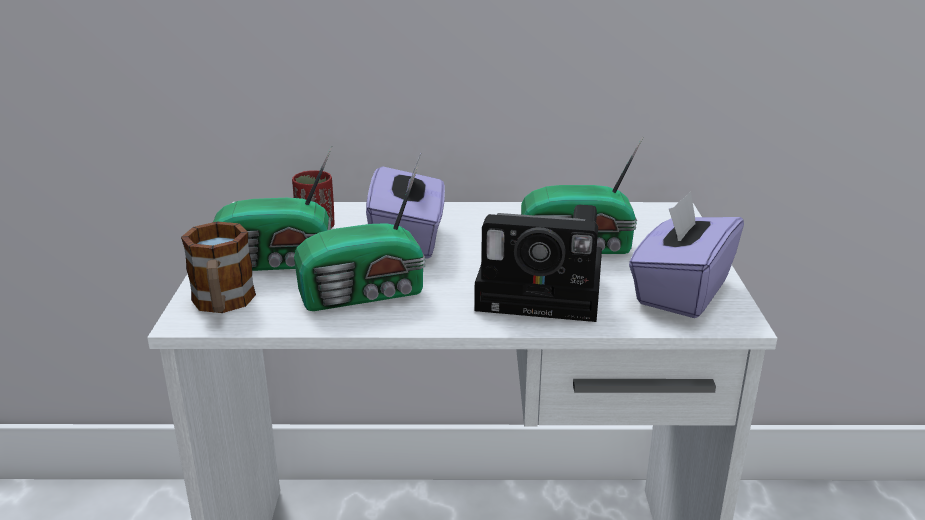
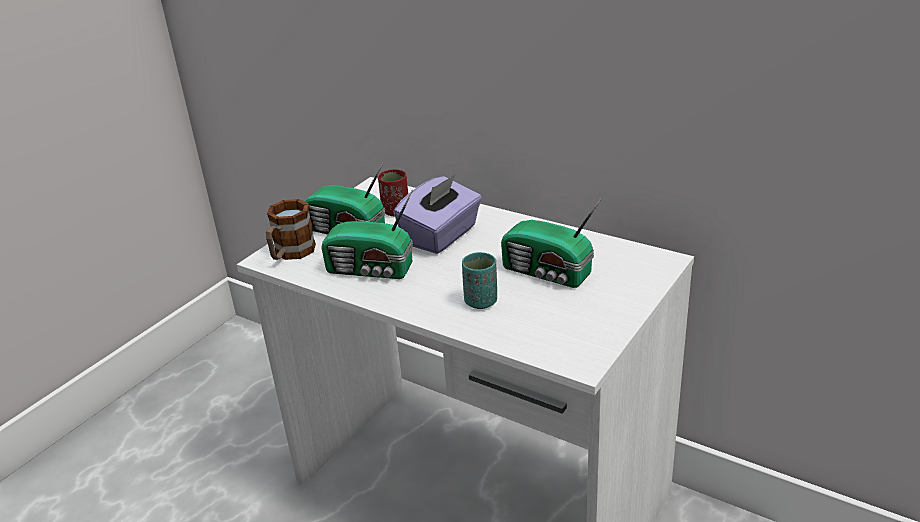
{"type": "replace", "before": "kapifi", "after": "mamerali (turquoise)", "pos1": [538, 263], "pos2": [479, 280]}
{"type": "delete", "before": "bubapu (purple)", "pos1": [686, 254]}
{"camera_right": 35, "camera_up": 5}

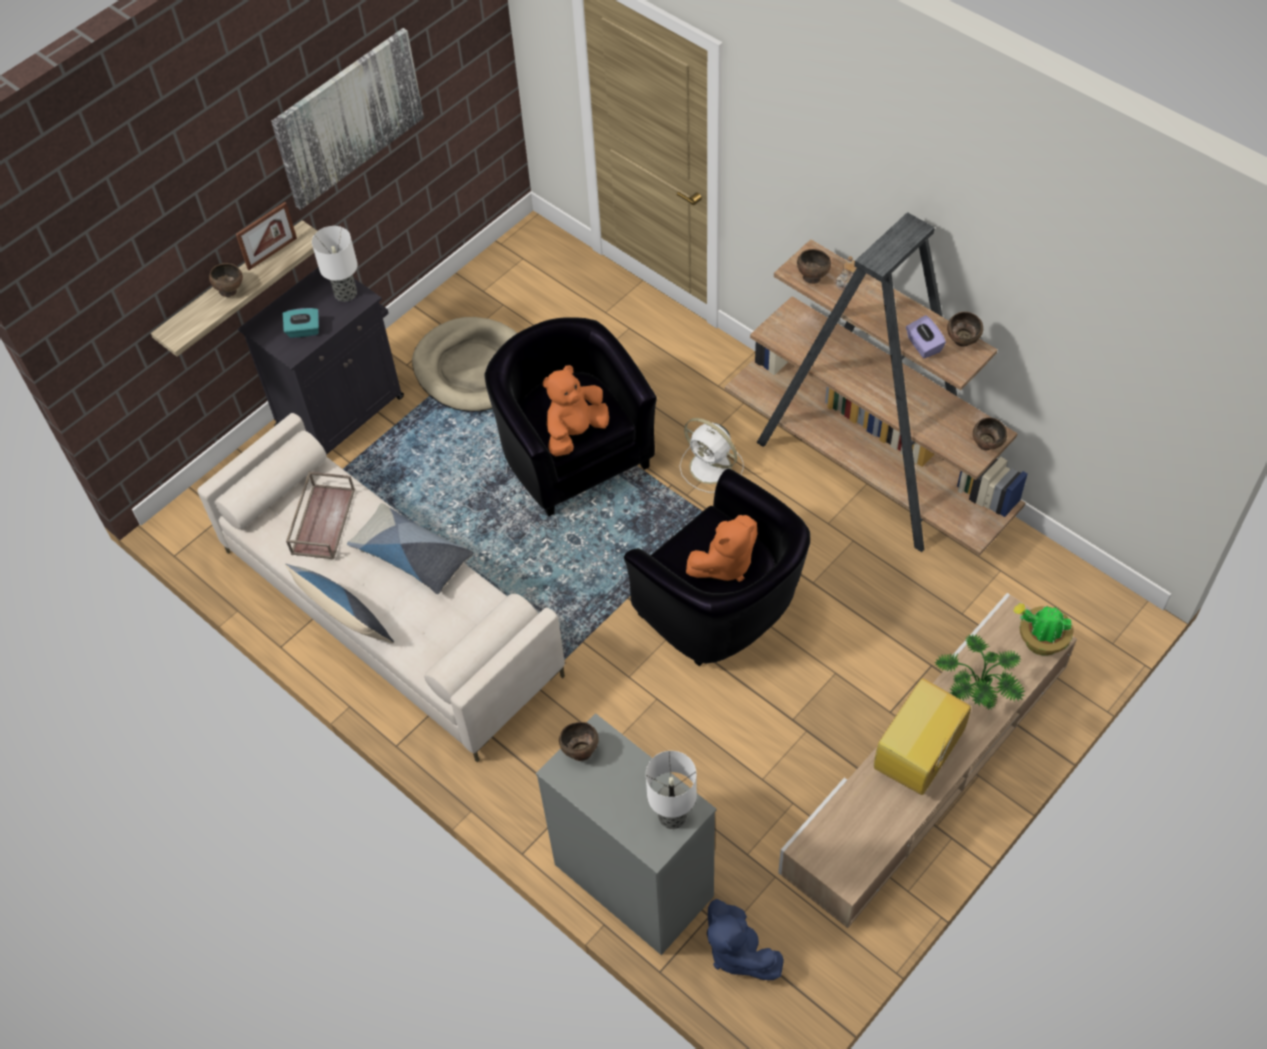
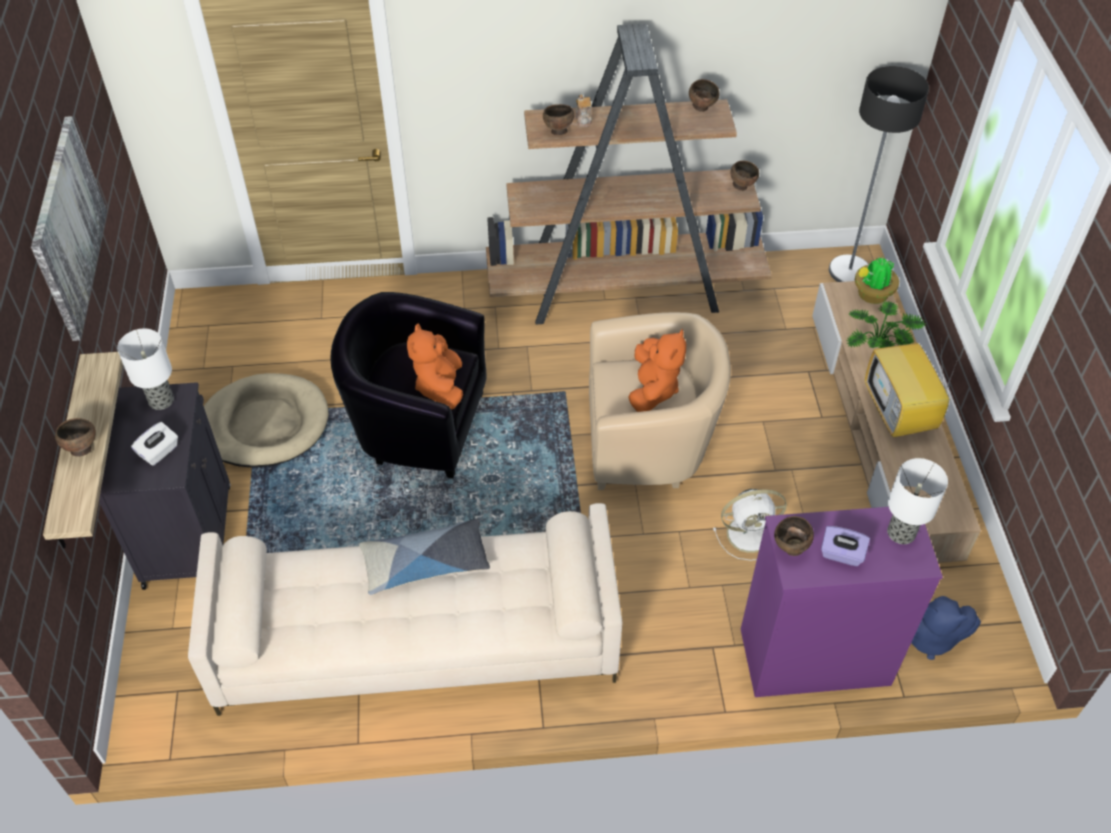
{"type": "recolor", "before": "bubapu (turquoise)", "after": "bubapu (white)", "pos1": [301, 323], "pos2": [154, 444]}
{"type": "recolor", "before": "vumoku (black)", "after": "vumoku (beige)", "pos1": [717, 567], "pos2": [660, 401]}
{"type": "move", "before": "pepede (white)", "pos1": [711, 455], "pos2": [750, 525]}
{"type": "recolor", "before": "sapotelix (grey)", "after": "sapotelix (purple)", "pos1": [626, 834], "pos2": [842, 602]}
{"type": "move", "before": "bubapu (purple)", "pos1": [926, 336], "pos2": [845, 546]}
{"type": "insert", "after": "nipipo", "pos2": [879, 174]}
{"type": "delete", "before": "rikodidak", "pos1": [266, 236]}
{"type": "delete", "before": "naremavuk", "pos1": [339, 603]}
{"type": "delete", "before": "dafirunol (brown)", "pos1": [320, 515]}
{"camera_right": -50, "camera_up": -5}

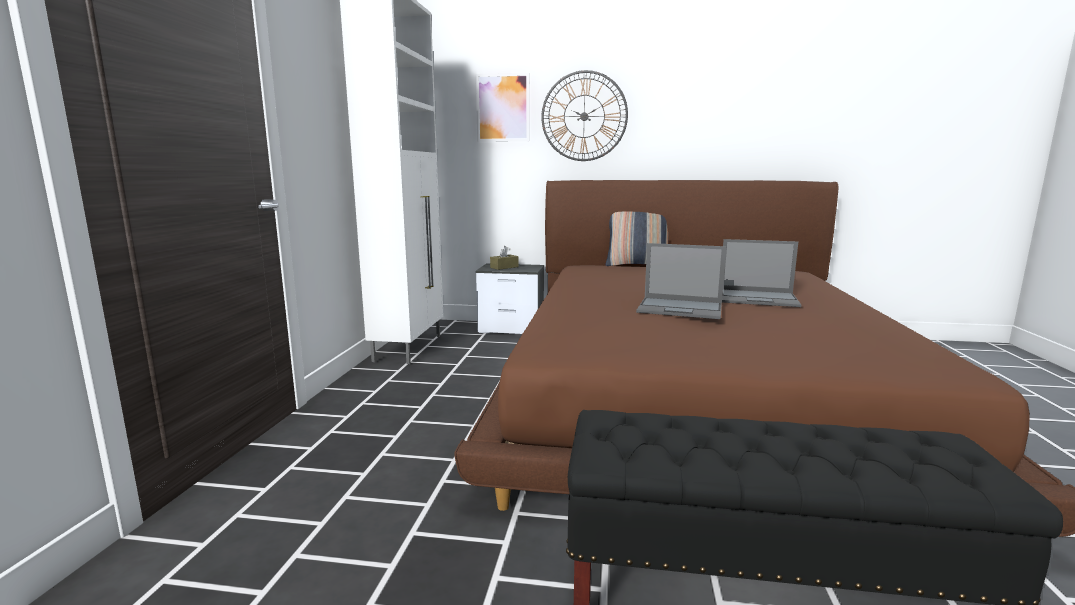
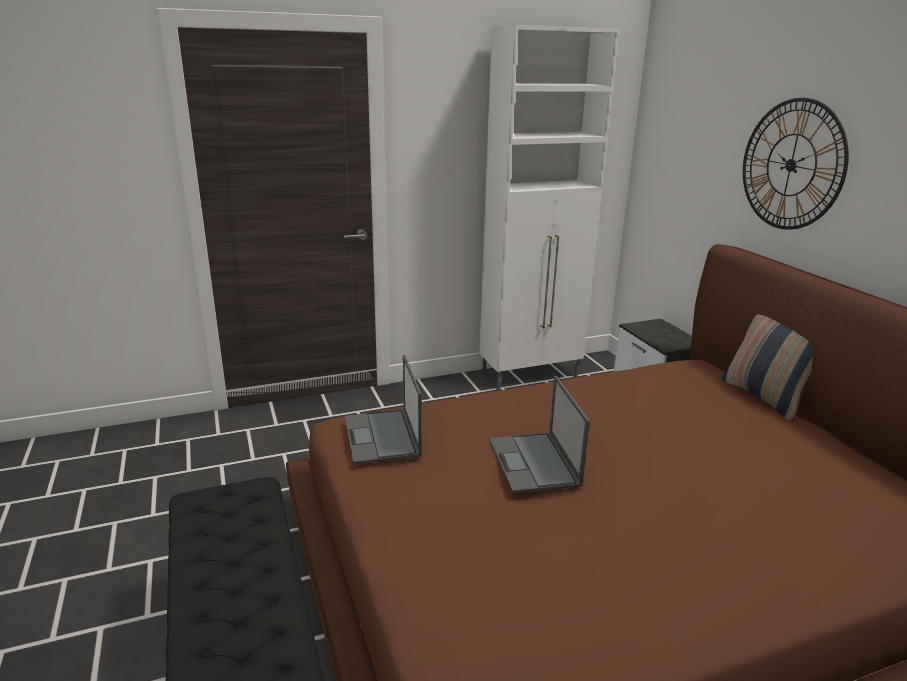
{"type": "move", "before": "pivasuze", "pos1": [761, 273], "pos2": [383, 409]}
{"type": "delete", "before": "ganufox", "pos1": [503, 107]}
{"type": "delete", "before": "bubapu (brown)", "pos1": [504, 258]}
{"camera_right": 60, "camera_up": 10}

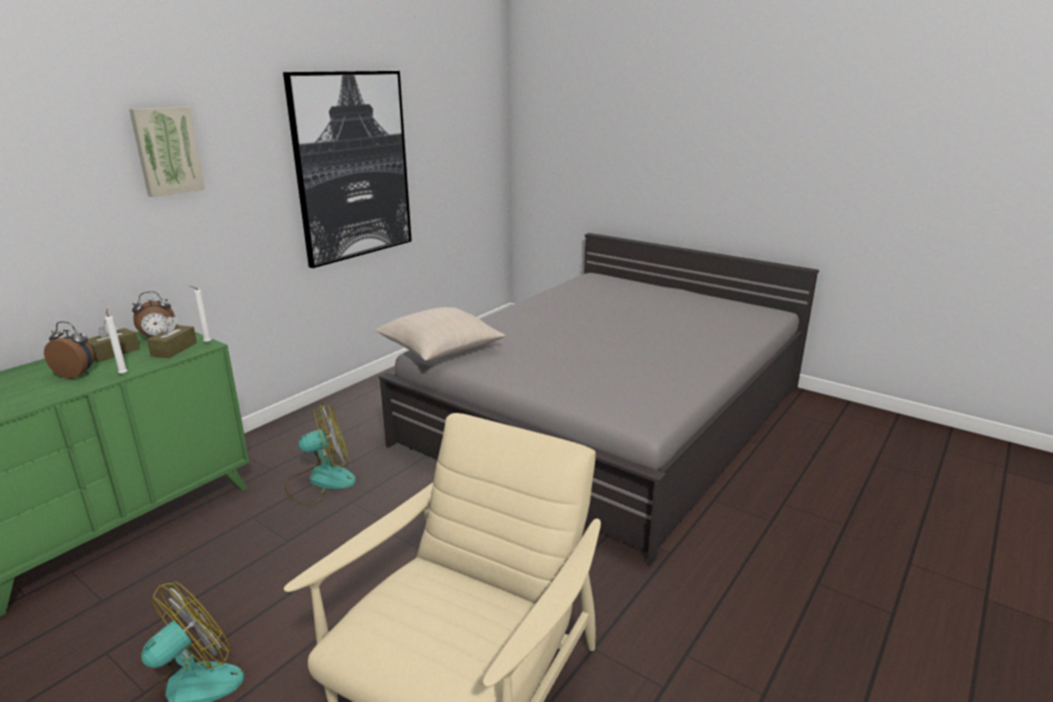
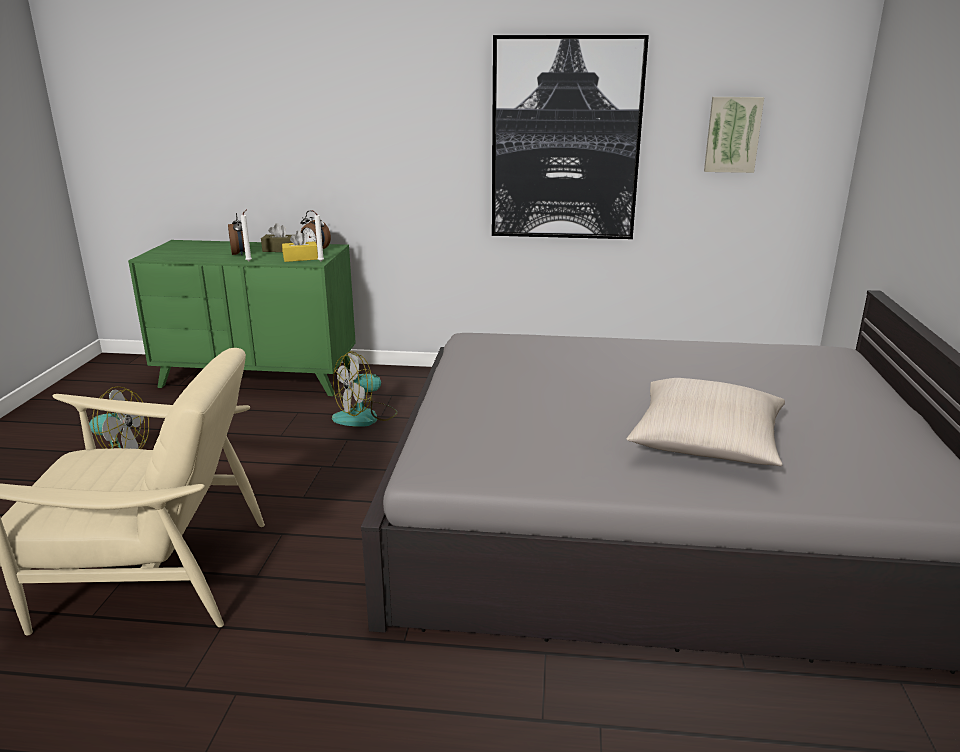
{"type": "recolor", "before": "bubapu (brown)", "after": "bubapu (yellow)", "pos1": [172, 337], "pos2": [300, 246]}
{"type": "rotate", "before": "pepede", "pos1": [320, 454], "pos2": [365, 389], "turn": 105}
{"type": "move", "before": "naremavuk (beige)", "pos1": [440, 334], "pos2": [705, 422]}
{"type": "move", "before": "ganufox", "pos1": [167, 152], "pos2": [734, 135]}
{"camera_right": 60, "camera_up": 0}

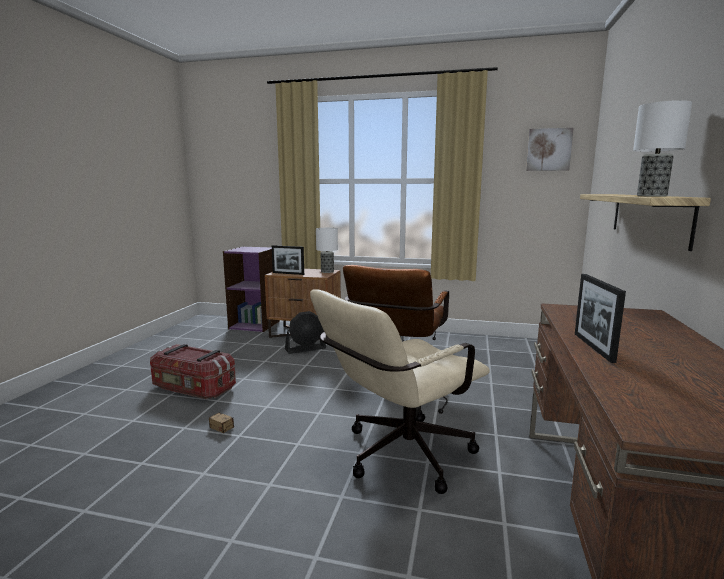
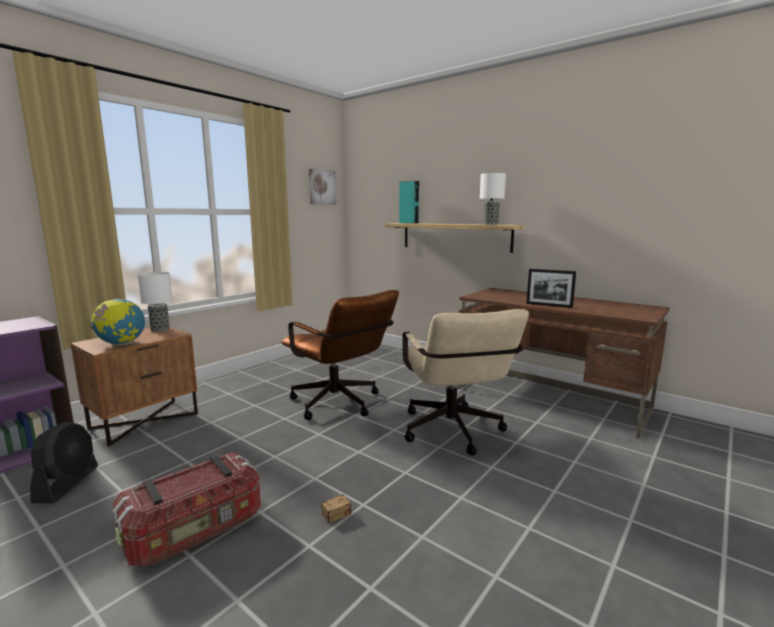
{"type": "move", "before": "pepede (black)", "pos1": [305, 332], "pos2": [64, 462]}
{"type": "replace", "before": "rikodidak", "after": "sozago", "pos1": [288, 260], "pos2": [117, 321]}
{"type": "insert", "after": "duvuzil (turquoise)", "pos2": [409, 202]}
{"camera_right": -65, "camera_up": 0}

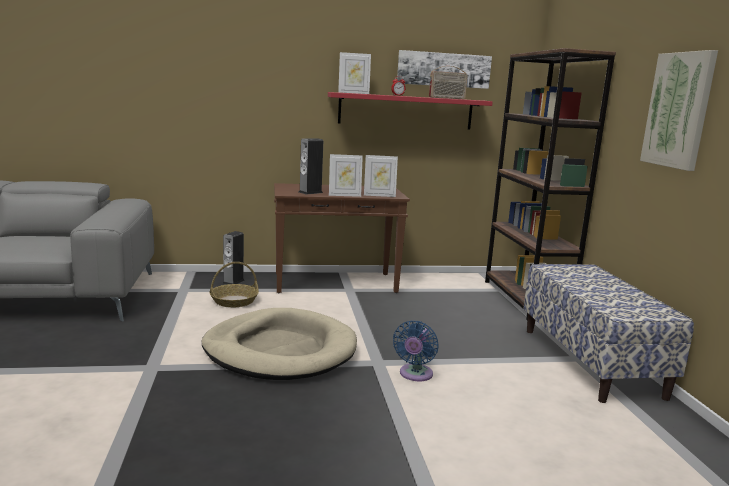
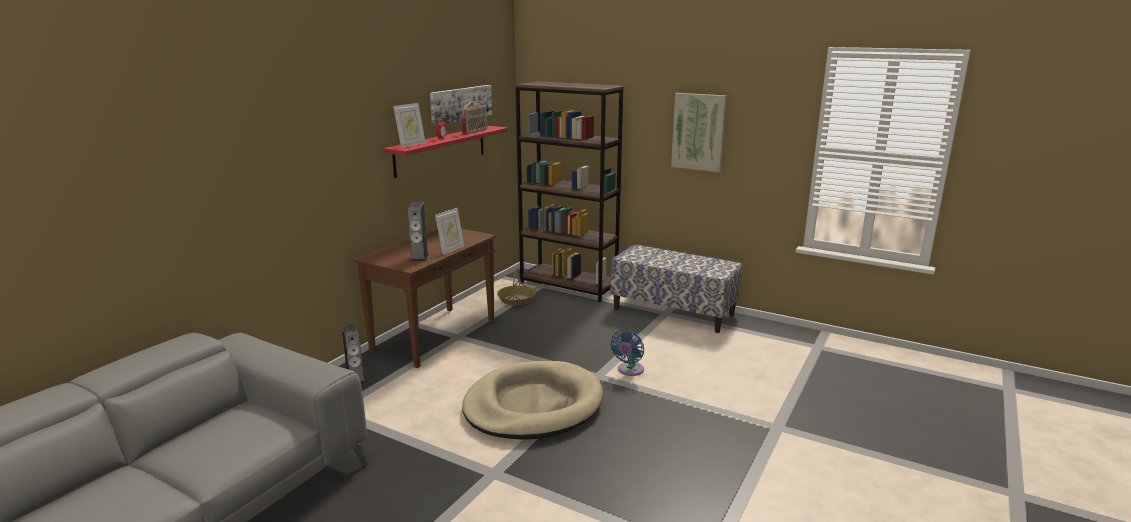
{"type": "move", "before": "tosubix", "pos1": [234, 284], "pos2": [516, 287]}
{"type": "rotate", "before": "pepede (blue)", "pos1": [415, 351], "pos2": [627, 353], "turn": 60}
{"type": "delete", "before": "rikodidak", "pos1": [381, 176]}
{"camera_right": -50, "camera_up": 5}

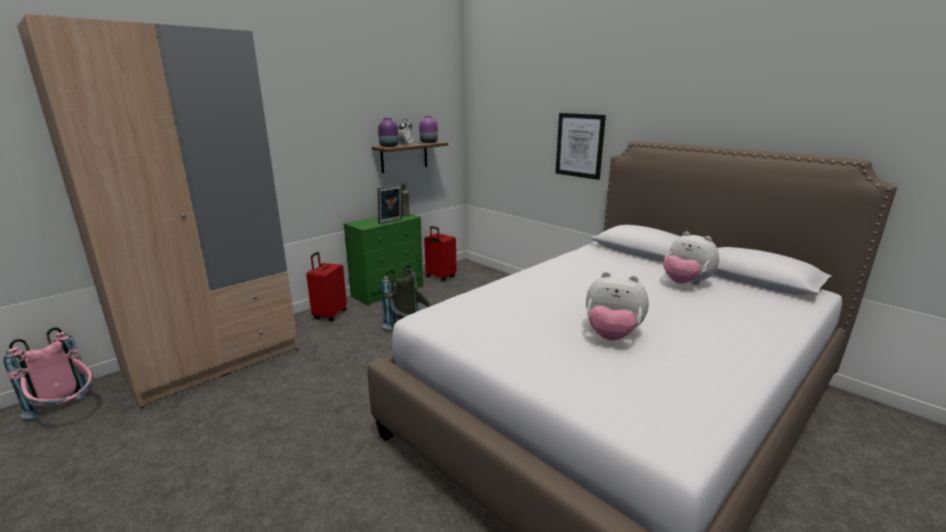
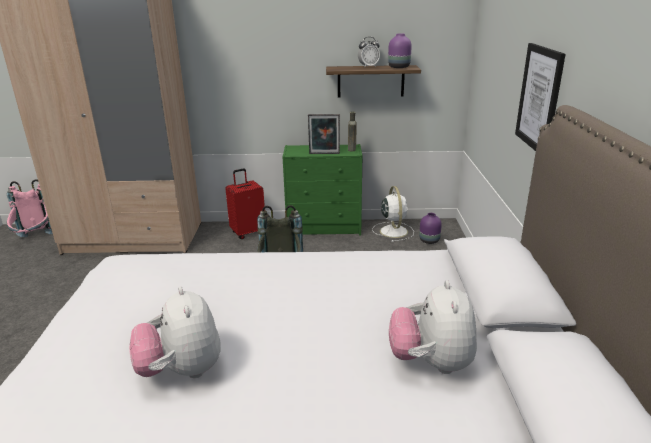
{"type": "replace", "before": "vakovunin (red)", "after": "pepede (white)", "pos1": [440, 253], "pos2": [393, 214]}
{"type": "move", "before": "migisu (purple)", "pos1": [388, 132], "pos2": [430, 228]}
{"camera_right": 45, "camera_up": 5}

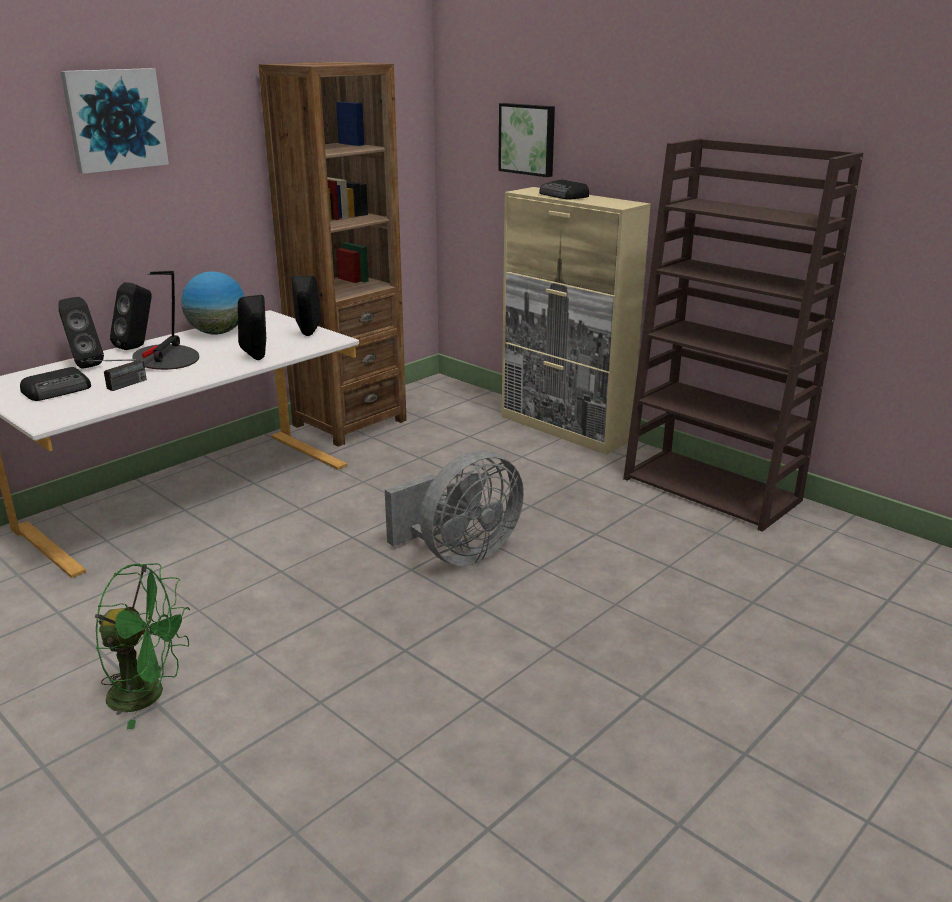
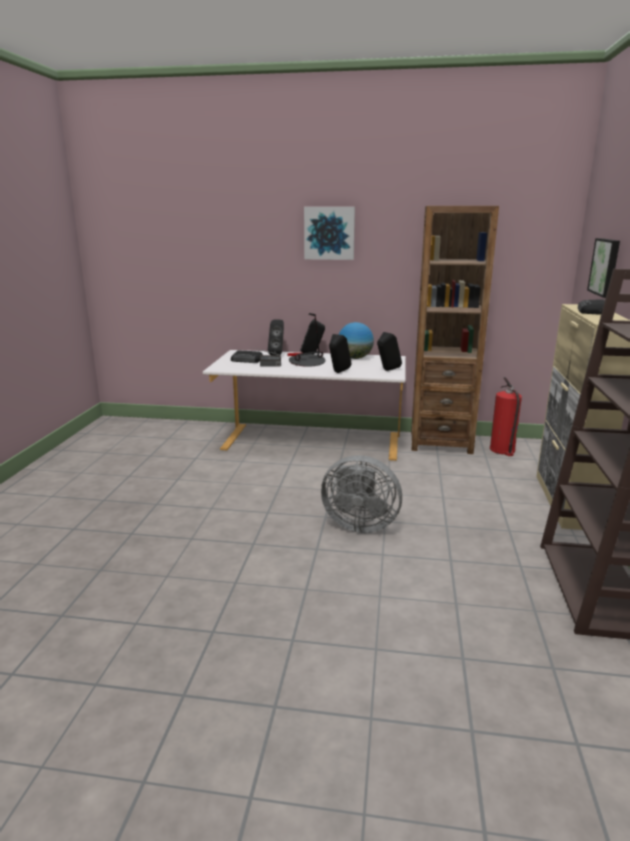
{"type": "insert", "after": "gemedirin", "pos2": [506, 416]}
{"type": "delete", "before": "pepede (green)", "pos1": [142, 646]}
{"camera_right": 55, "camera_up": -5}

